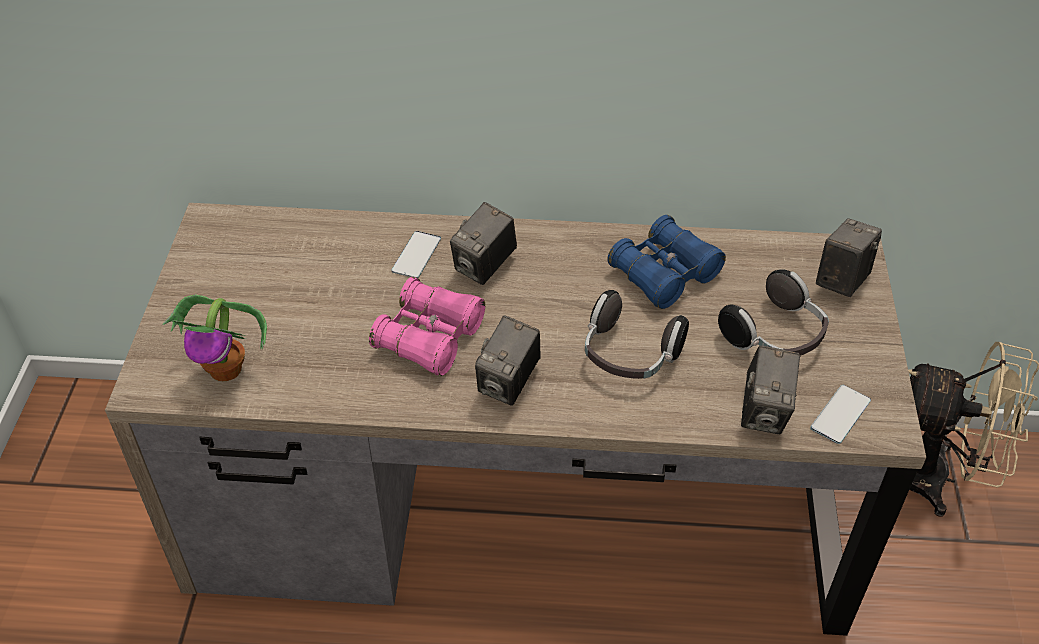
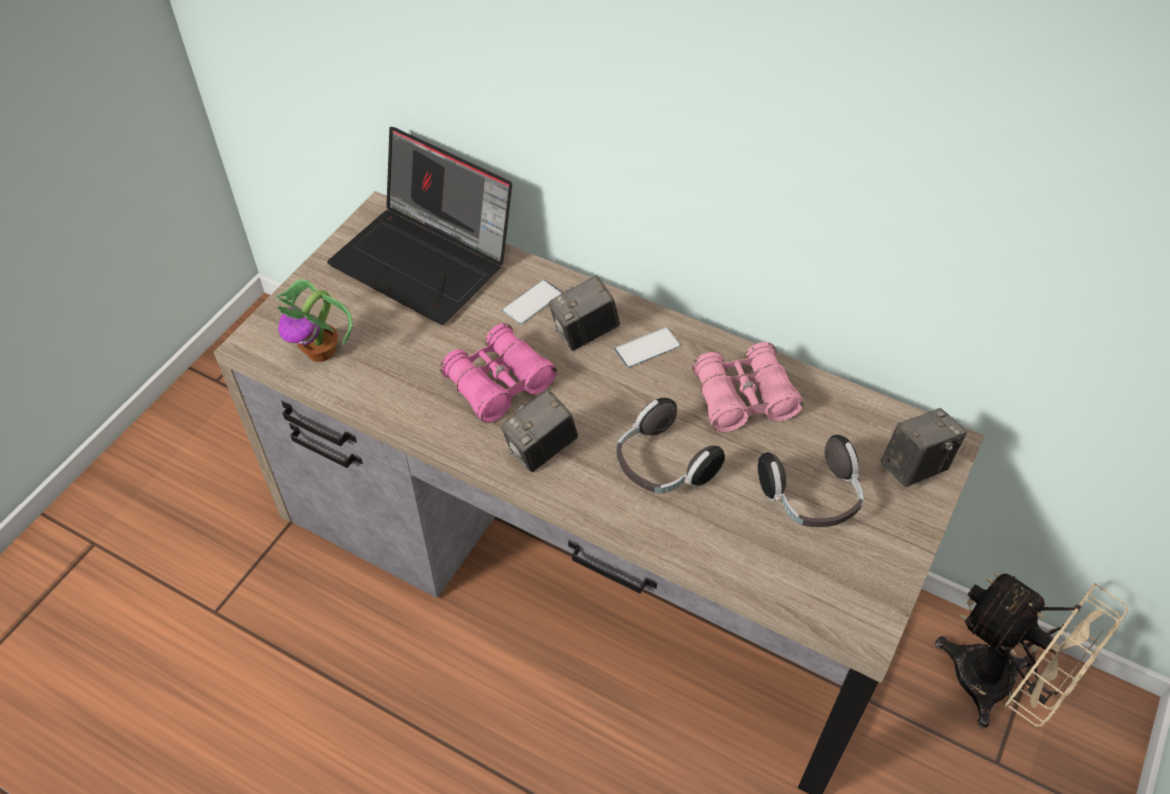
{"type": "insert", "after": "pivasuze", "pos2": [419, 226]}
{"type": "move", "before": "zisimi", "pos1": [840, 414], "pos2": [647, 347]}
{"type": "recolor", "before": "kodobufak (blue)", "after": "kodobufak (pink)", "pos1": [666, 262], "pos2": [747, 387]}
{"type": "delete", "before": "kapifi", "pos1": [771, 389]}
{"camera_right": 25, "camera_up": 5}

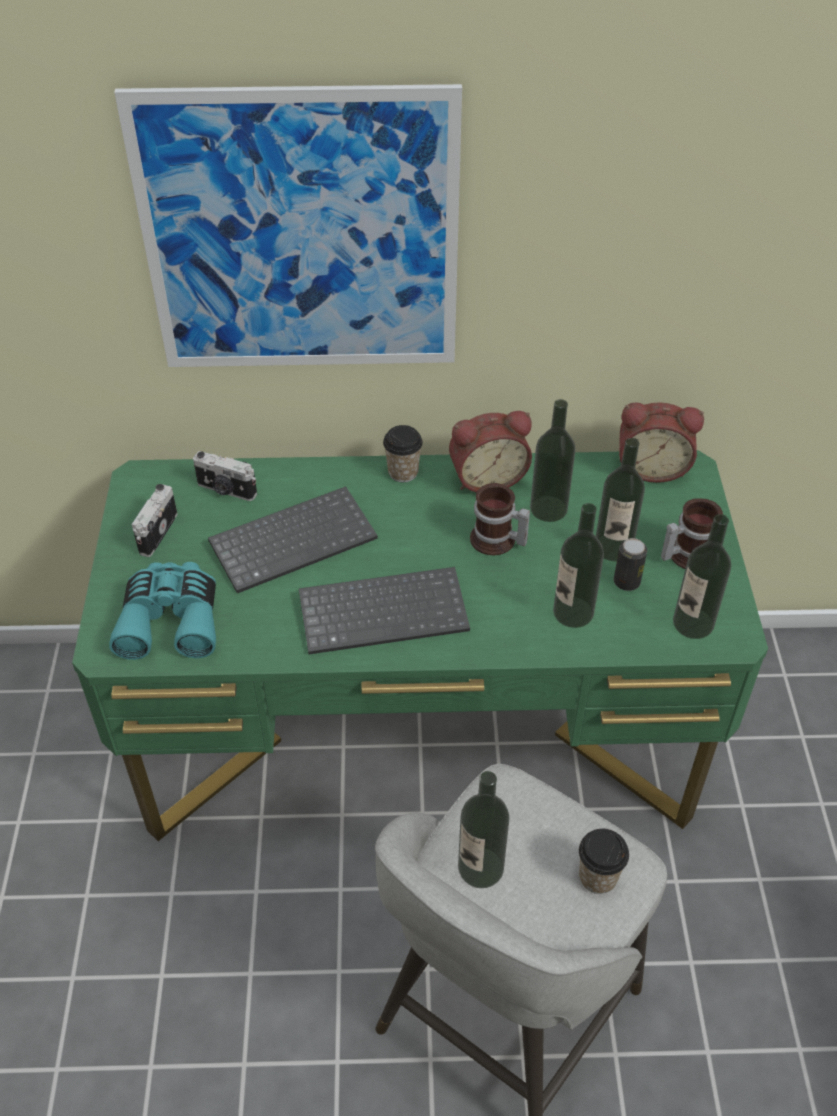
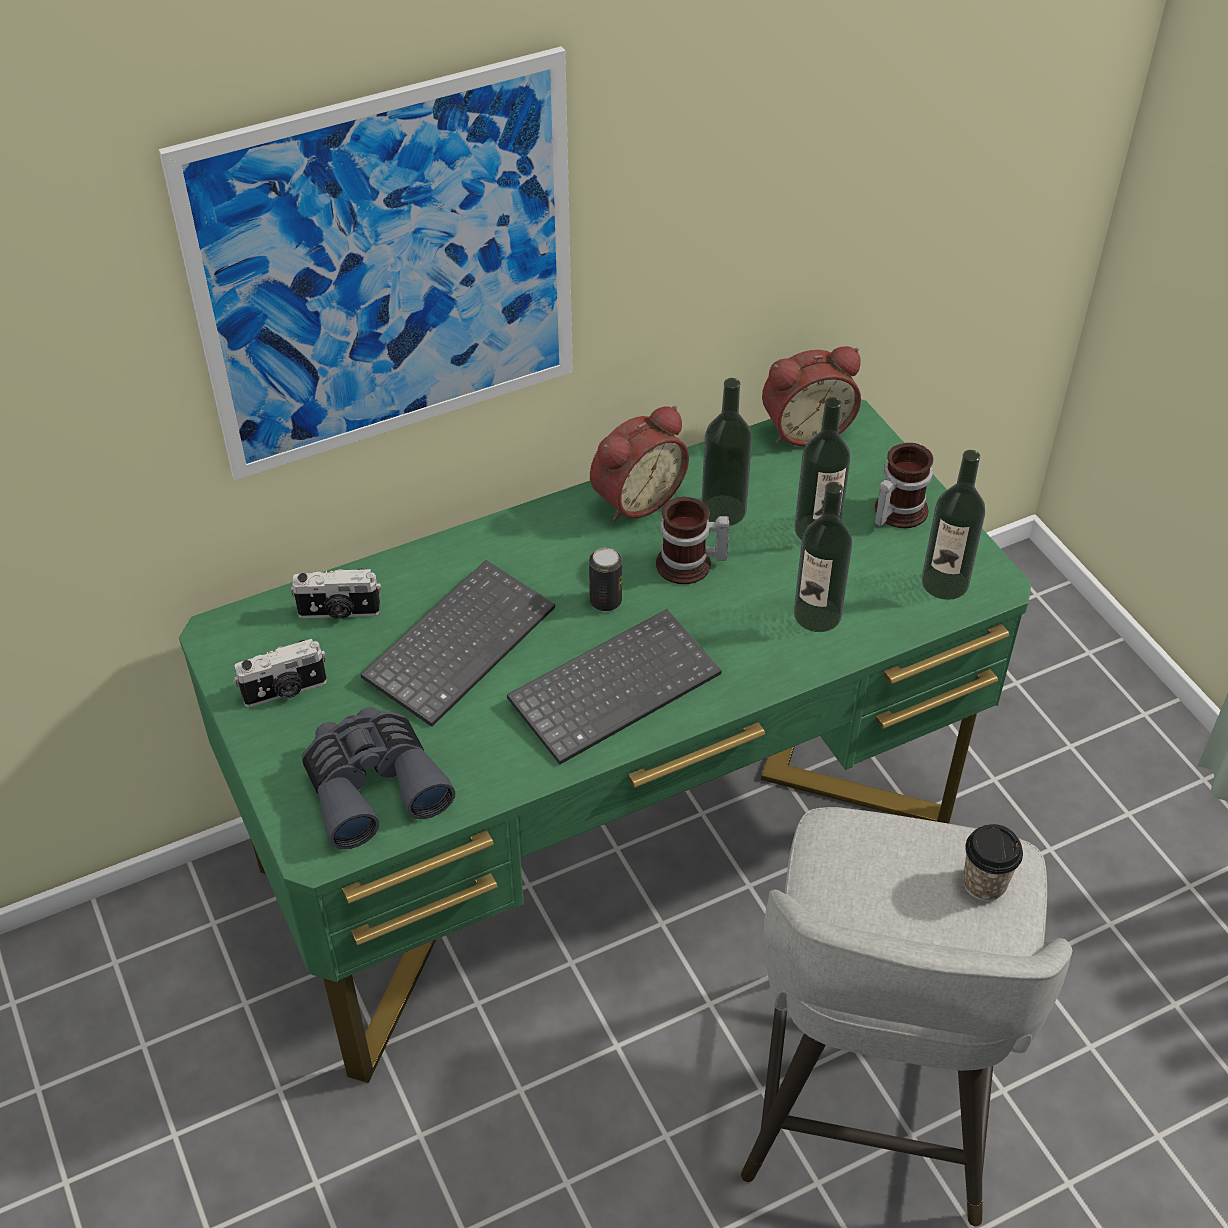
{"type": "rotate", "before": "kapifi", "pos1": [154, 520], "pos2": [280, 673], "turn": -105}
{"type": "recolor", "before": "kodobufak (turquoise)", "after": "kodobufak (grey)", "pos1": [162, 611], "pos2": [378, 778]}
{"type": "move", "before": "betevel", "pos1": [630, 564], "pos2": [605, 579]}
{"type": "delete", "before": "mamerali", "pos1": [403, 453]}
{"type": "delete", "before": "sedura", "pos1": [484, 829]}
{"camera_right": -25, "camera_up": 0}

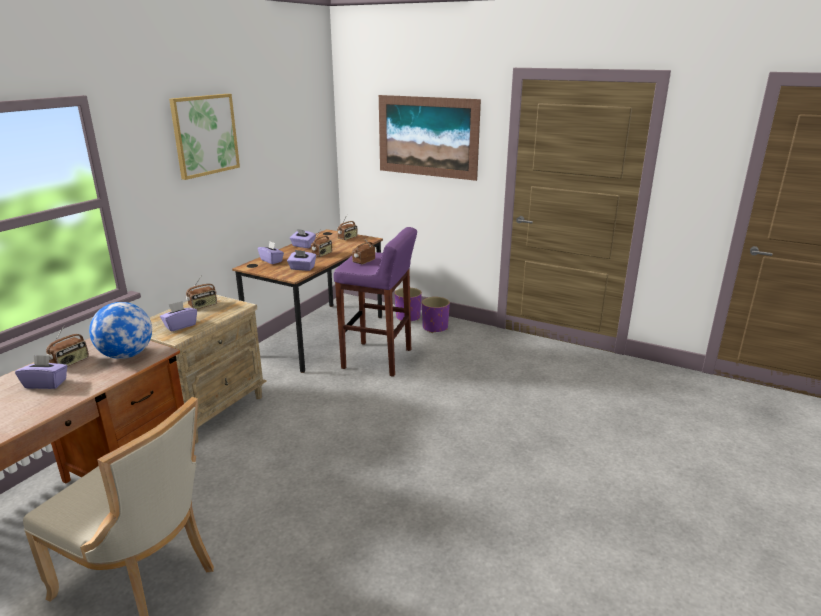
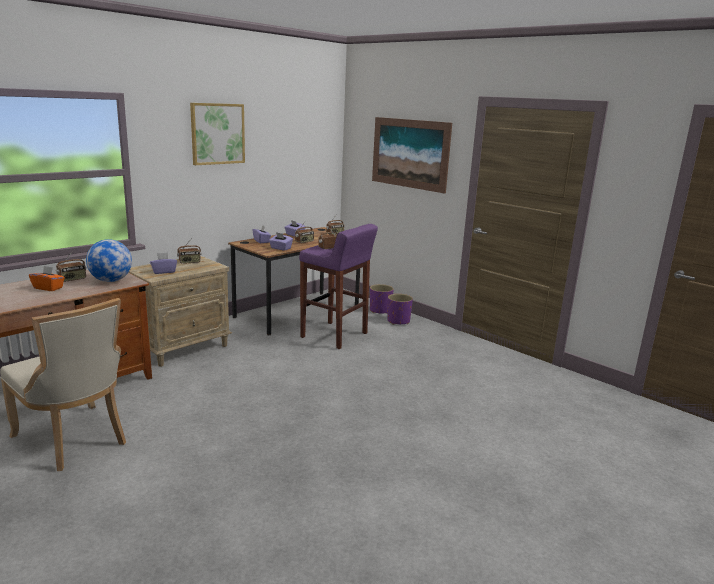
{"type": "recolor", "before": "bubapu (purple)", "after": "bubapu (orange)", "pos1": [41, 372], "pos2": [47, 278]}
{"camera_right": 15, "camera_up": -5}

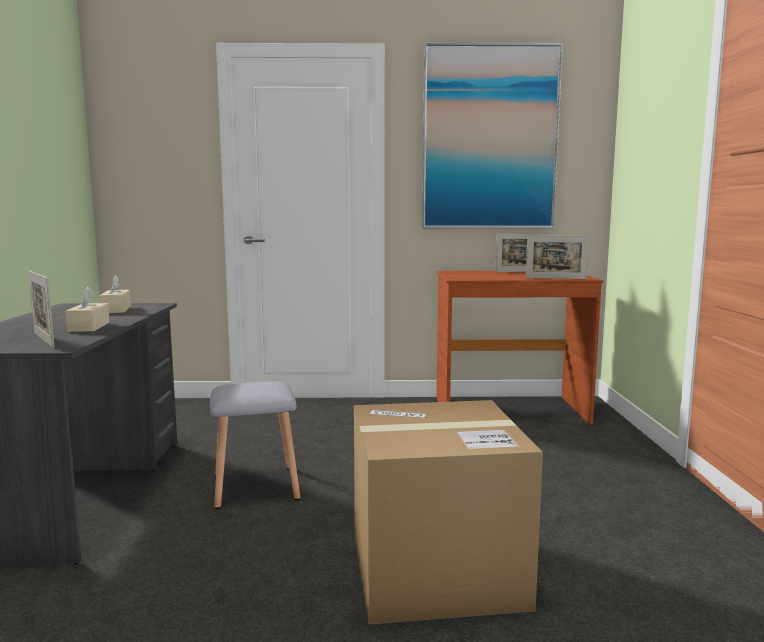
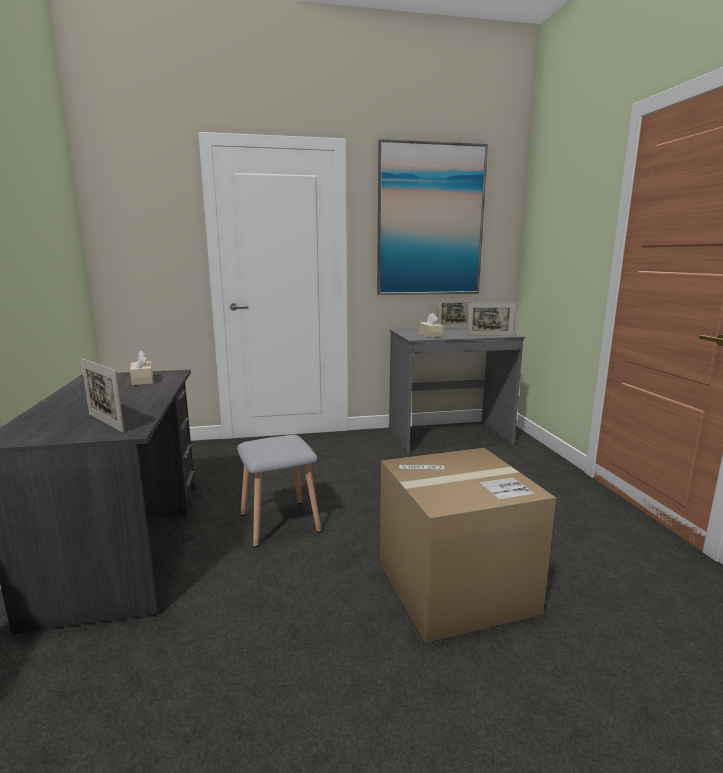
{"type": "recolor", "before": "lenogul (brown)", "after": "lenogul (grey)", "pos1": [519, 348], "pos2": [457, 390]}
{"type": "move", "before": "bubapu (beige)", "pos1": [87, 309], "pos2": [431, 325]}
{"camera_right": -10, "camera_up": 5}

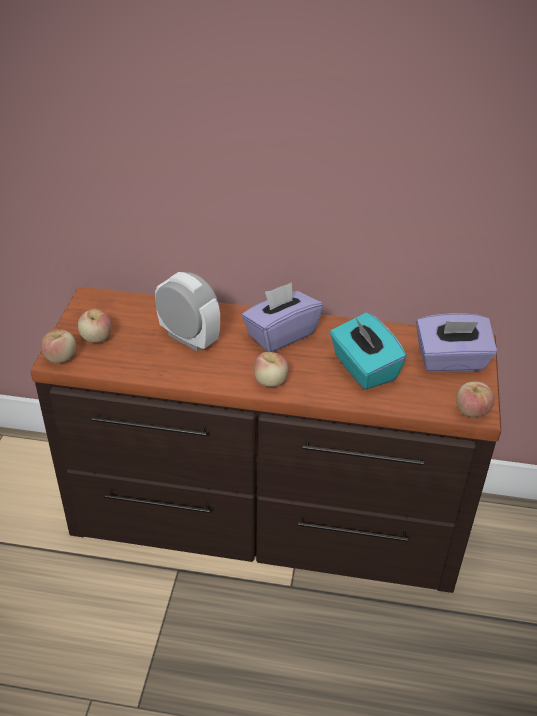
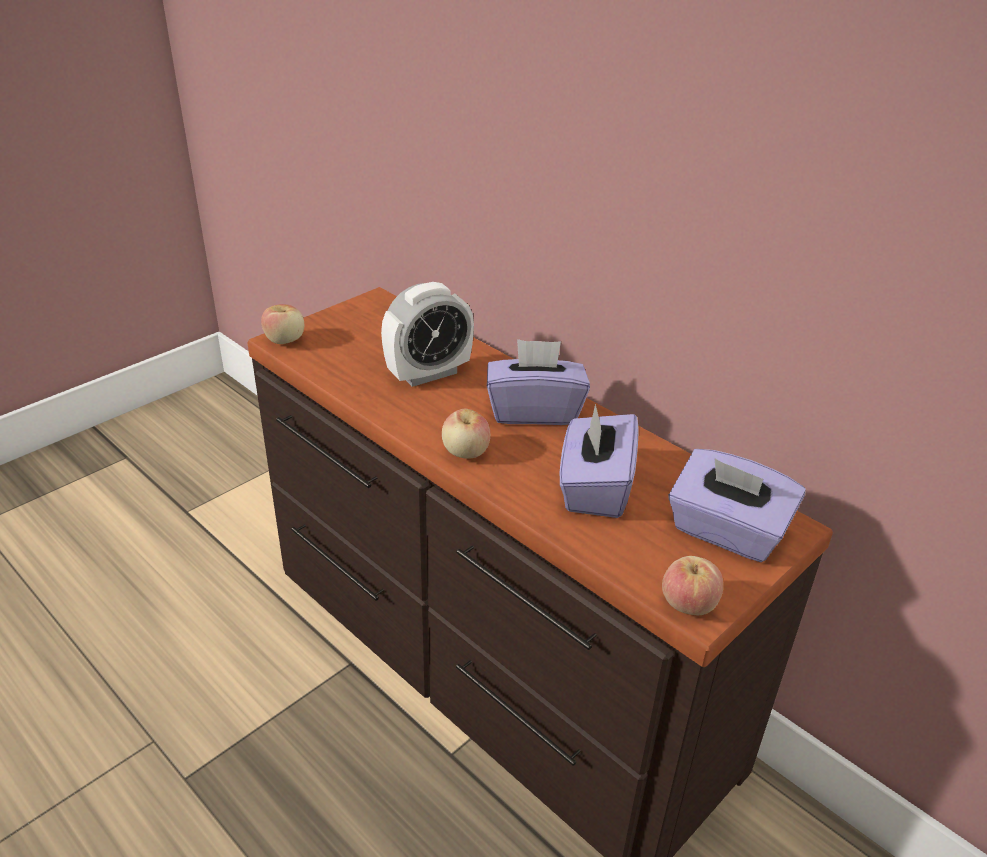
{"type": "rotate", "before": "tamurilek", "pos1": [187, 311], "pos2": [427, 334], "turn": 75}
{"type": "recolor", "before": "bubapu (turquoise)", "after": "bubapu (purple)", "pos1": [368, 351], "pos2": [599, 461]}
{"type": "delete", "before": "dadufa", "pos1": [95, 326]}
{"camera_right": 35, "camera_up": -5}

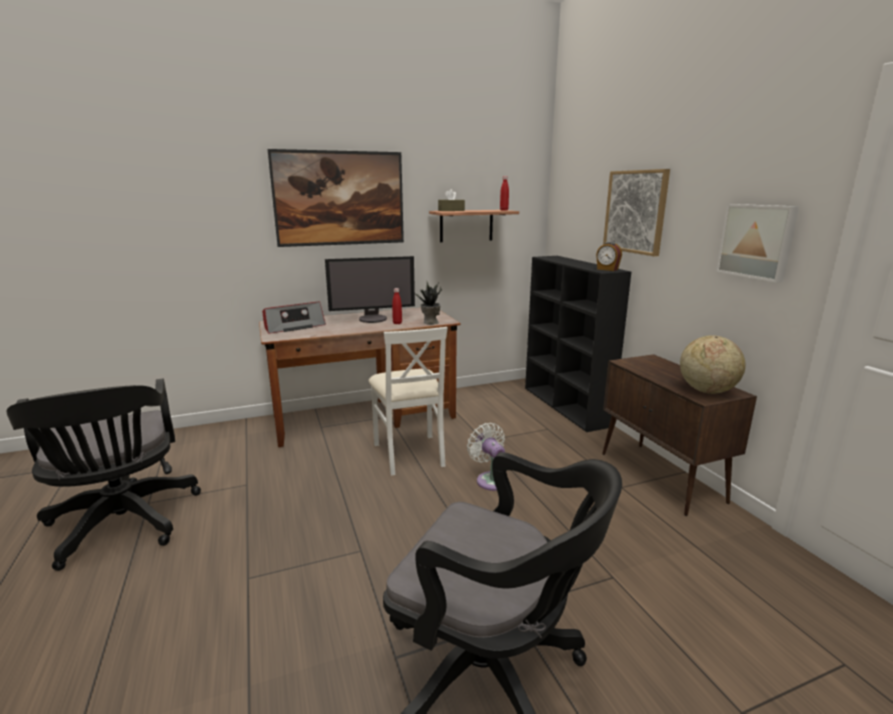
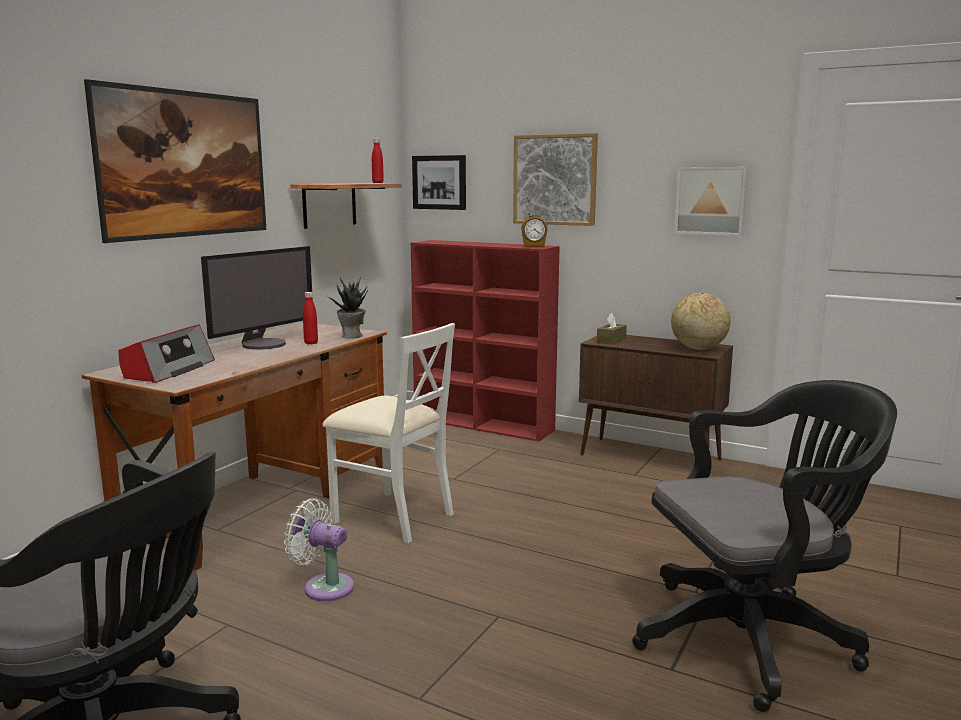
{"type": "move", "before": "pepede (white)", "pos1": [486, 457], "pos2": [319, 549]}
{"type": "recolor", "before": "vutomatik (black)", "after": "vutomatik (red)", "pos1": [578, 344], "pos2": [485, 341]}
{"type": "insert", "after": "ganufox", "pos2": [439, 182]}
{"type": "move", "before": "bubapu (brown)", "pos1": [451, 200], "pos2": [612, 329]}
{"camera_right": -40, "camera_up": -5}

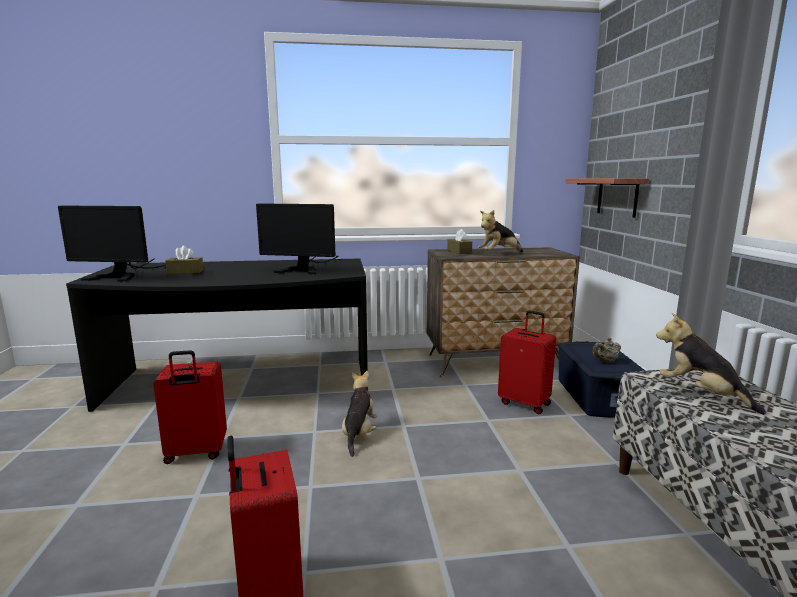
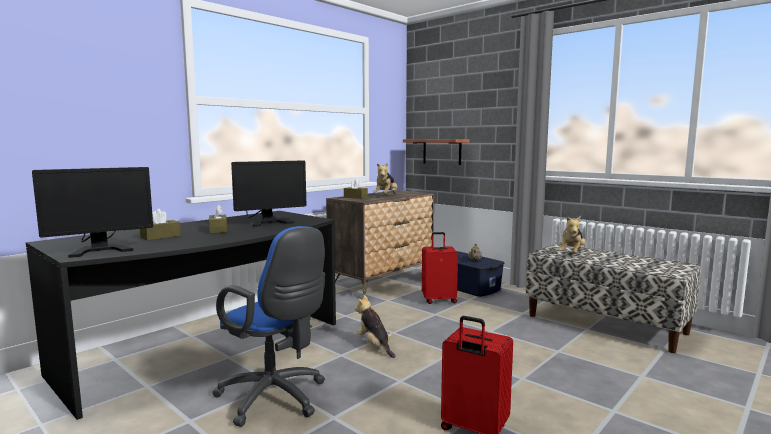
{"type": "insert", "after": "bubapu (brown)", "pos2": [218, 219]}
{"type": "replace", "before": "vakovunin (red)", "after": "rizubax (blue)", "pos1": [190, 407], "pos2": [268, 326]}
{"type": "rotate", "before": "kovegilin", "pos1": [711, 364], "pos2": [572, 234], "turn": -75}
{"camera_right": -40, "camera_up": -5}

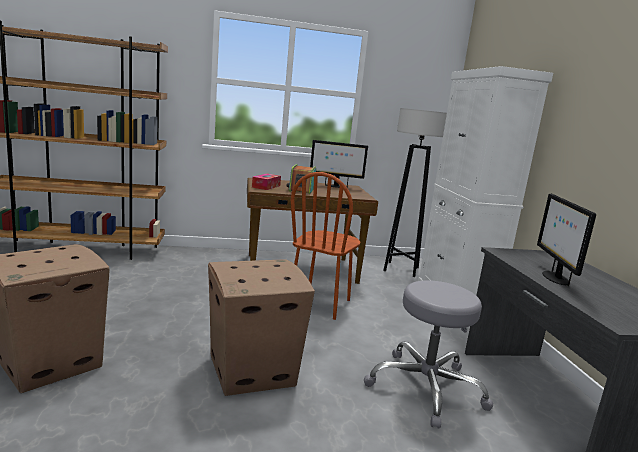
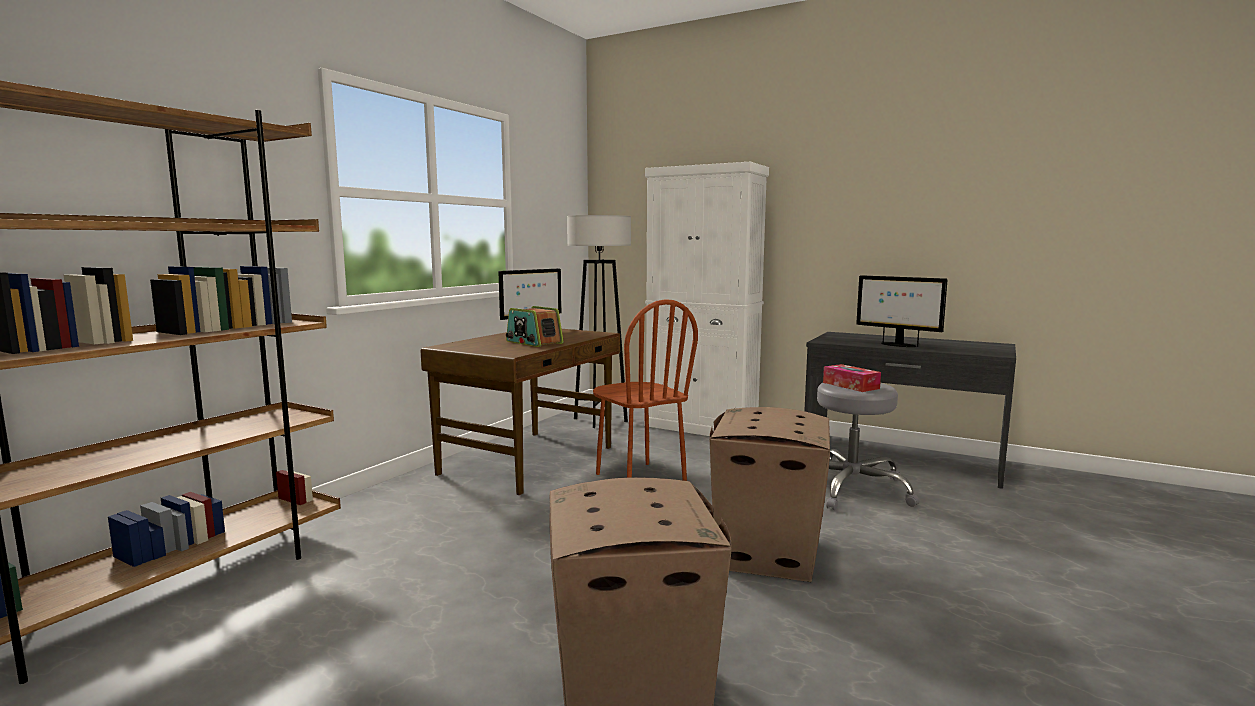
{"type": "move", "before": "bubapu", "pos1": [266, 182], "pos2": [852, 378]}
{"camera_right": -50, "camera_up": -5}

